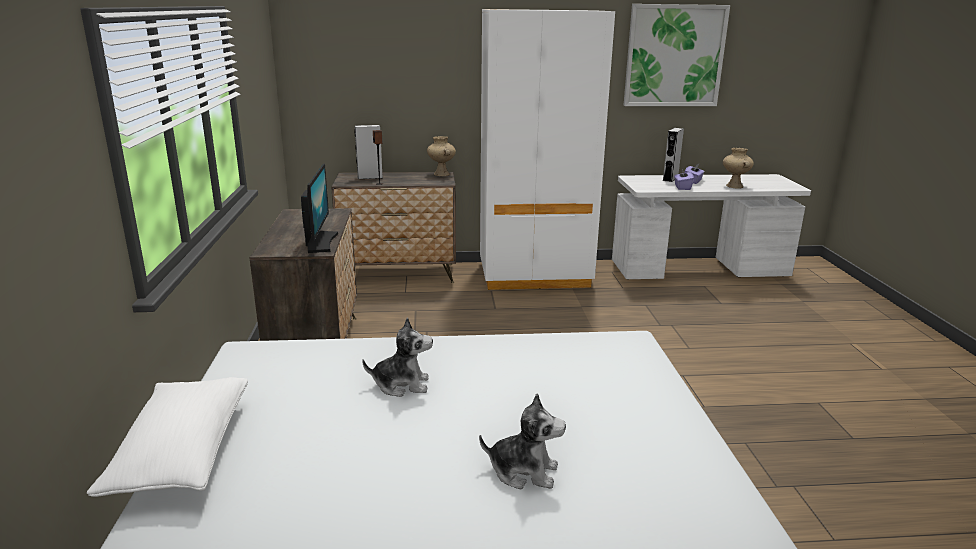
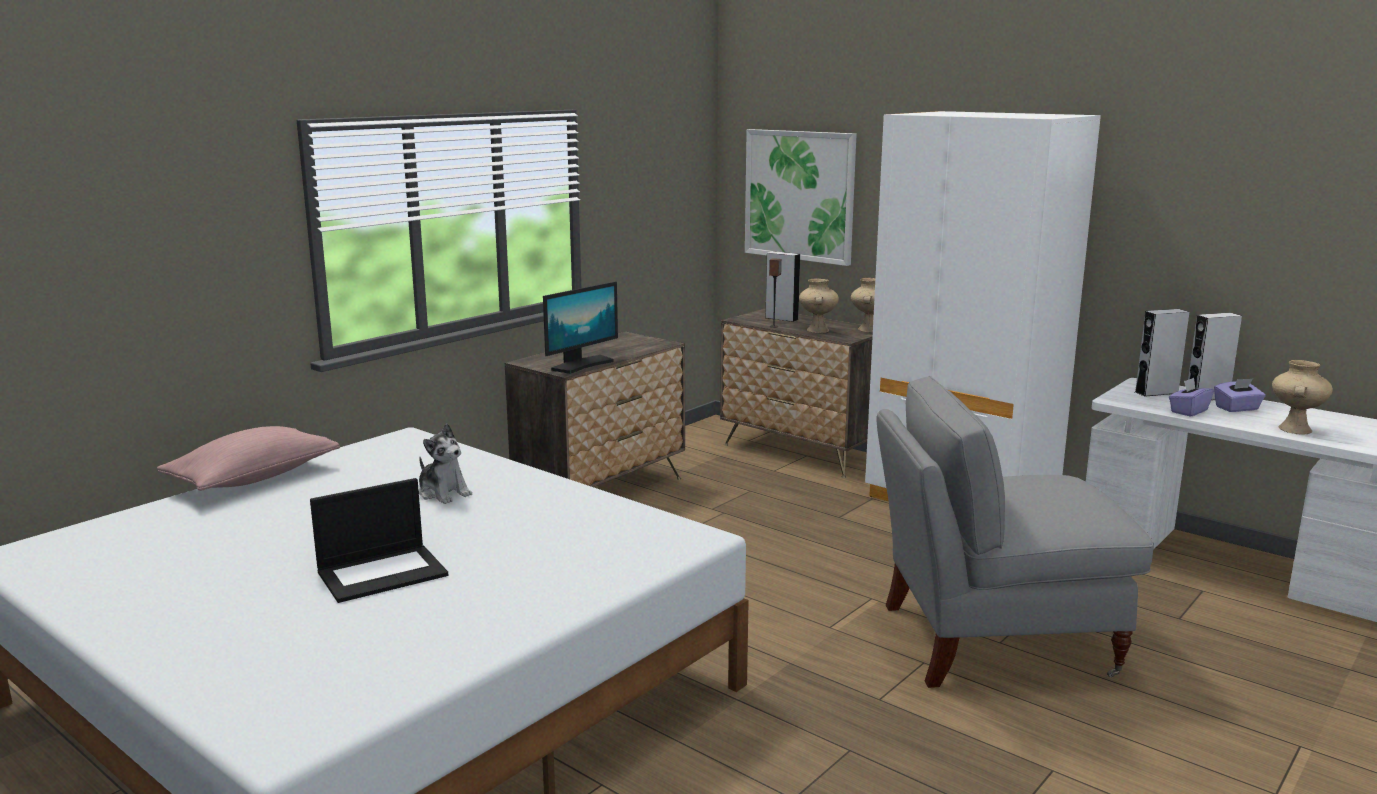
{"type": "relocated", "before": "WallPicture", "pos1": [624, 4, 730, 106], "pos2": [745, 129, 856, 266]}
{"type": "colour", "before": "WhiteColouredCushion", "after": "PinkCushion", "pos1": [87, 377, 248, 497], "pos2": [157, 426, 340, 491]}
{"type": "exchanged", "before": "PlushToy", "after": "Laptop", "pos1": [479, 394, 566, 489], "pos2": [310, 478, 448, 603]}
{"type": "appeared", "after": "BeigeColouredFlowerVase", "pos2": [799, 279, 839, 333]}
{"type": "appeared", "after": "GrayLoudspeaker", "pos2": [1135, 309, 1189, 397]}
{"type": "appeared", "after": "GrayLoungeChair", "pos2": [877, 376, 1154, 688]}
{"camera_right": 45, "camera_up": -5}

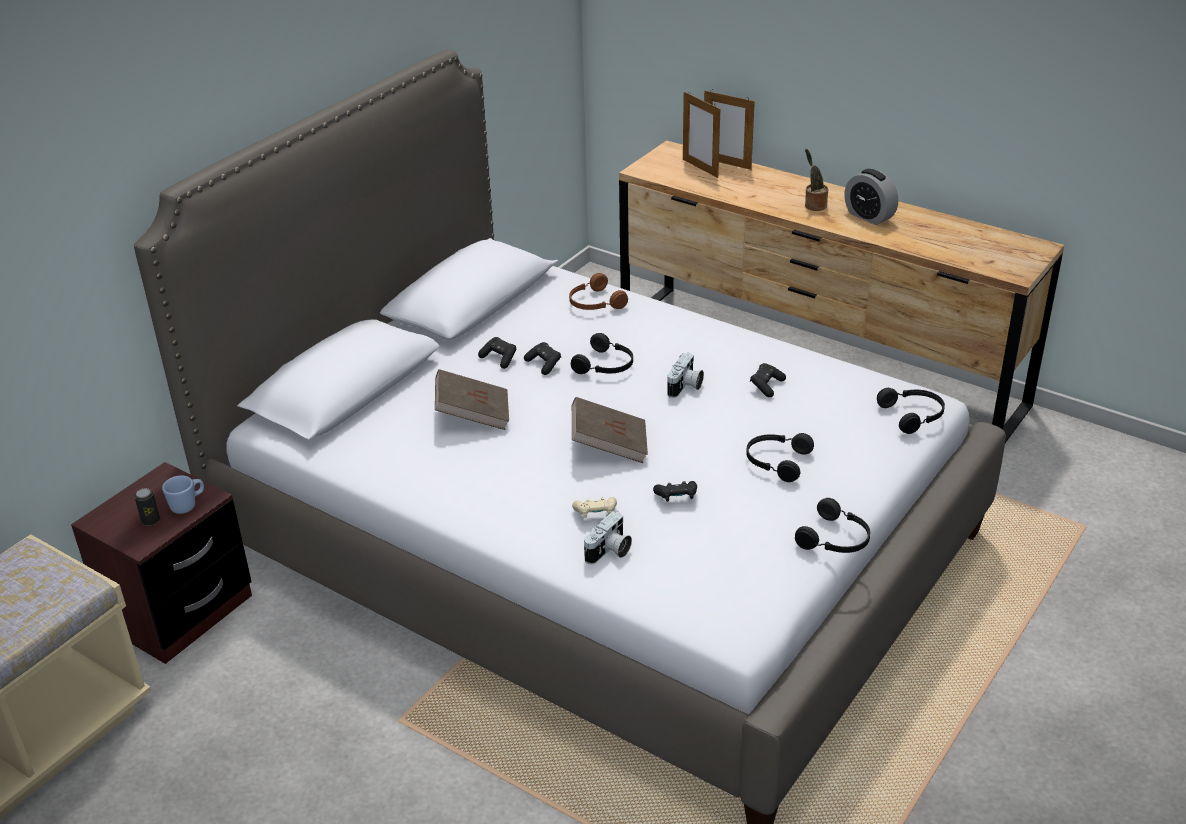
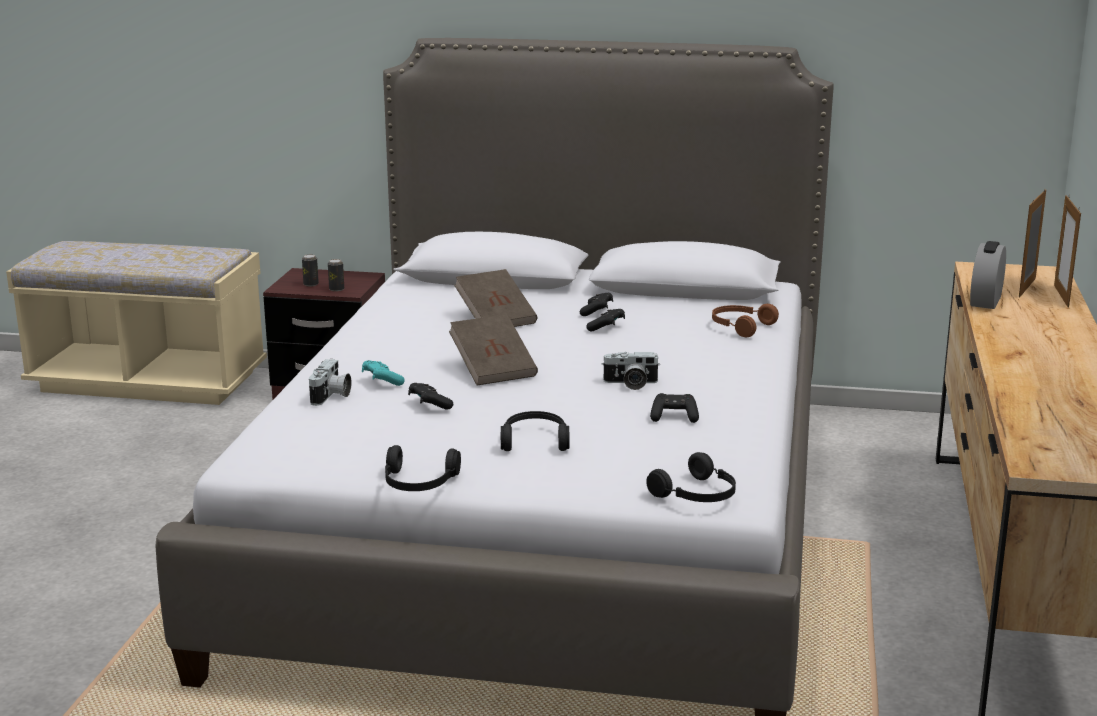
{"type": "missing", "before": "PottedPlant", "pos1": [805, 149, 828, 211]}
{"type": "relocated", "before": "BedsideClock", "pos1": [844, 169, 898, 225], "pos2": [970, 241, 1006, 309]}
{"type": "missing", "before": "BlackishHeadphones", "pos1": [571, 333, 633, 374]}
{"type": "exchanged", "before": "BluishCoffeeMug", "after": "MetalCan", "pos1": [162, 475, 204, 514], "pos2": [328, 259, 344, 292]}
{"type": "colour", "before": "BeigeColouredJoypad", "after": "TurquoiseColouredJoypad", "pos1": [572, 497, 617, 518], "pos2": [362, 360, 405, 386]}
{"type": "spun", "before": "StillCamera", "pos1": [584, 511, 632, 564], "pos2": [309, 359, 352, 406], "turn": -90}
{"camera_right": 65, "camera_up": -15}

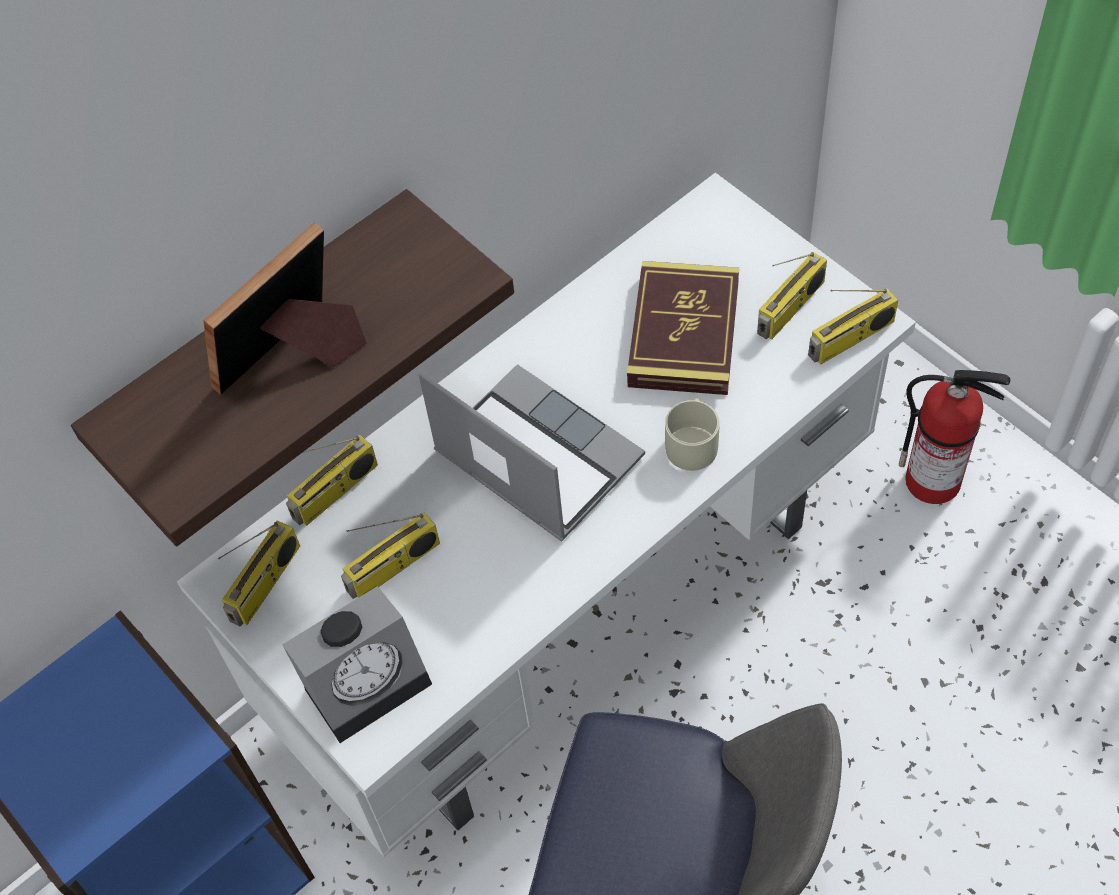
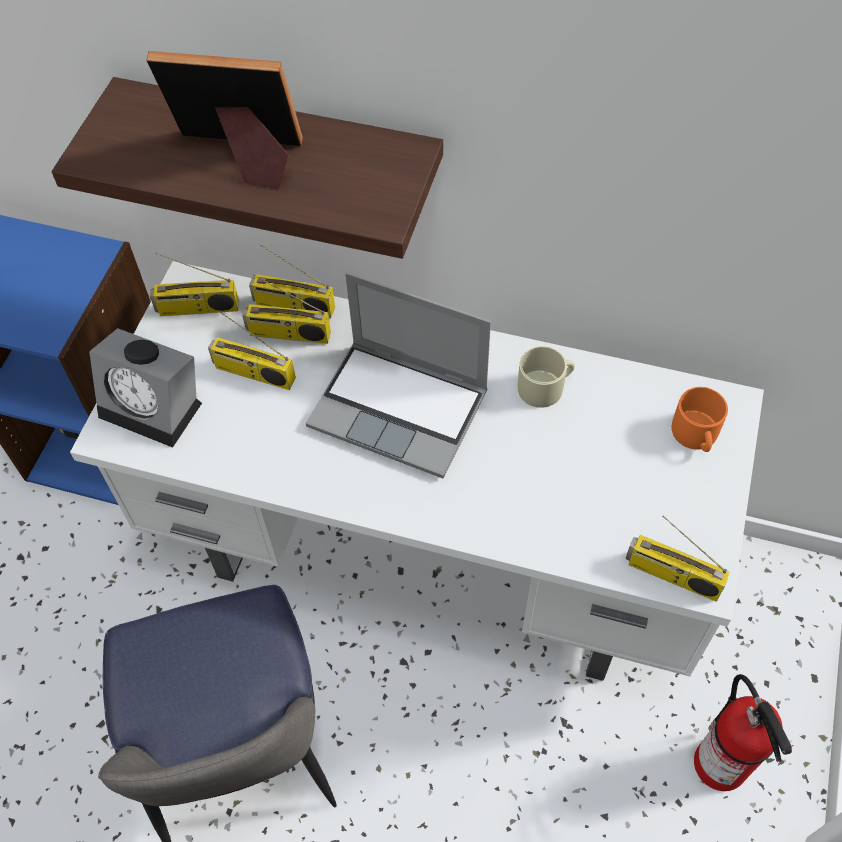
{"type": "relocated", "before": "RadioSet", "pos1": [757, 252, 827, 340], "pos2": [242, 275, 331, 344]}
{"type": "missing", "before": "BoundBook", "pos1": [627, 261, 739, 395]}
{"type": "spun", "before": "Laptop", "pos1": [419, 364, 645, 542], "pos2": [306, 272, 491, 478], "turn": 105}
{"type": "relocated", "before": "BeigeColouredCoffeeMug", "pos1": [665, 398, 720, 471], "pos2": [518, 346, 575, 408]}
{"type": "appeared", "after": "OrangeyCoffeeMug", "pos2": [671, 387, 728, 452]}
{"camera_right": 55, "camera_up": 0}

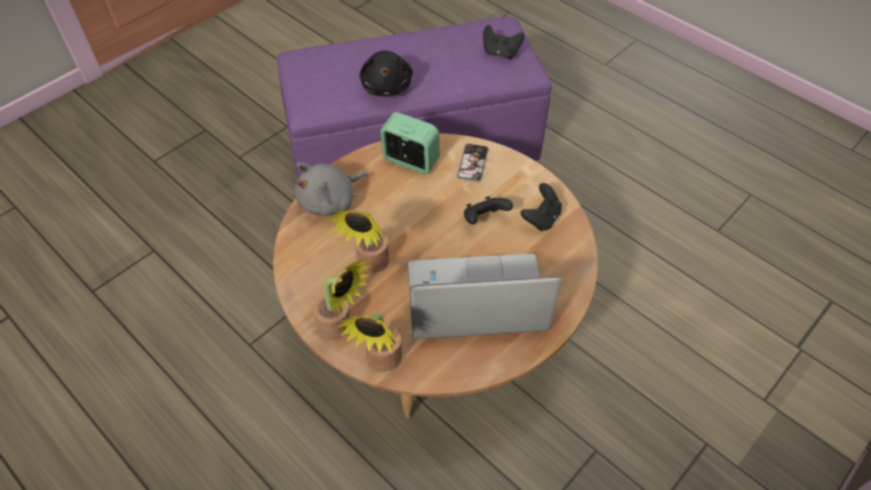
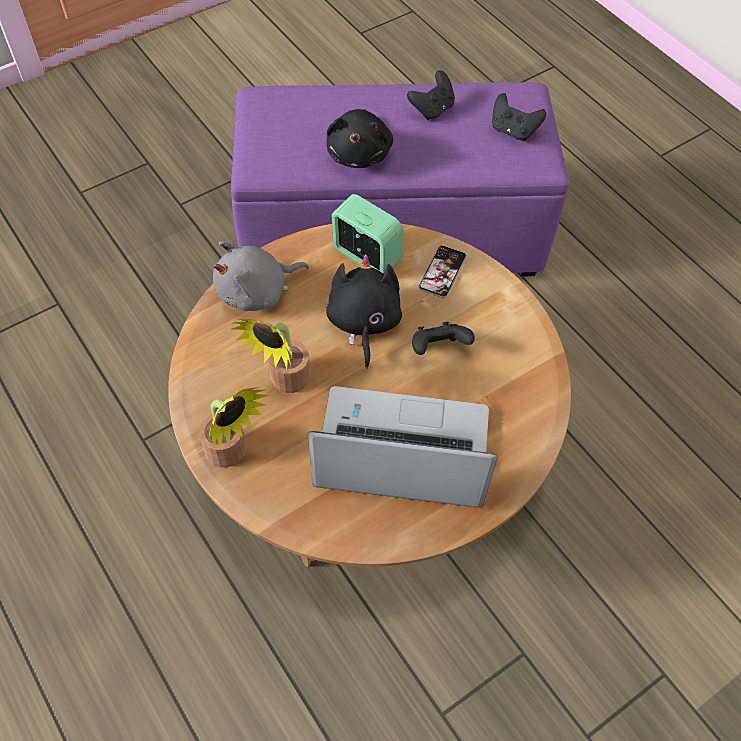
{"type": "relocated", "before": "BlackishJoypad", "pos1": [521, 183, 562, 231], "pos2": [407, 71, 455, 120]}
{"type": "missing", "before": "PottedPlant", "pos1": [336, 313, 402, 372]}
{"type": "appeared", "after": "BlackishPlushToy", "pos2": [326, 254, 402, 369]}
{"camera_right": 10, "camera_up": 5}

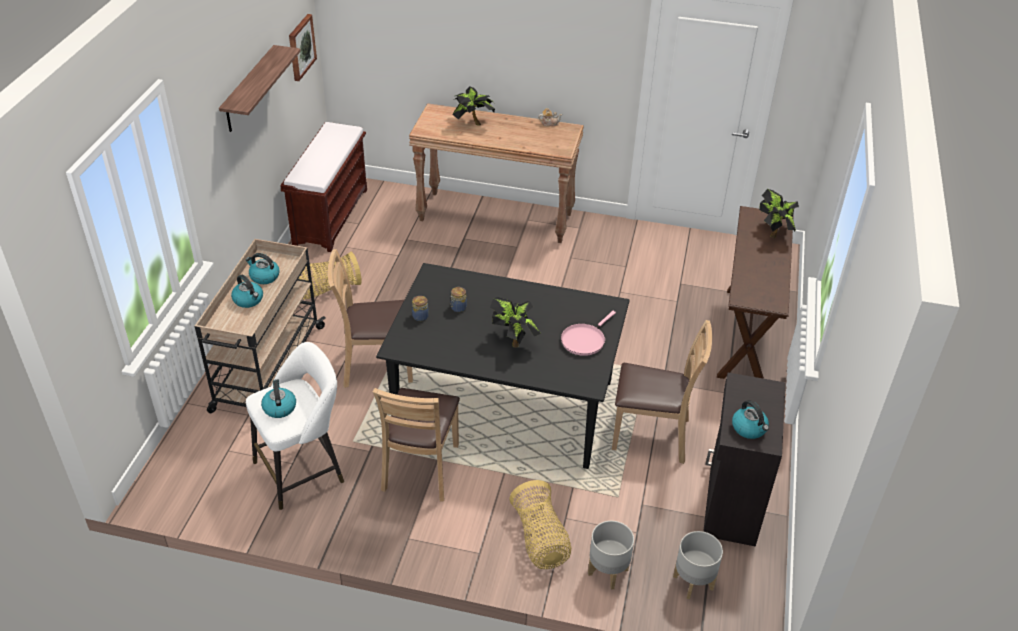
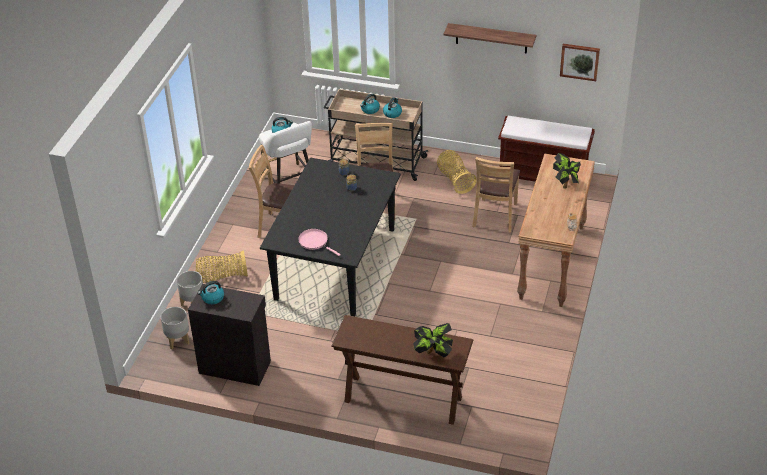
{"type": "missing", "before": "PottedPlant", "pos1": [490, 297, 541, 348]}
{"type": "relocated", "before": "BrownishChair", "pos1": [612, 320, 712, 464], "pos2": [472, 157, 520, 233]}
{"camera_right": 95, "camera_up": 0}

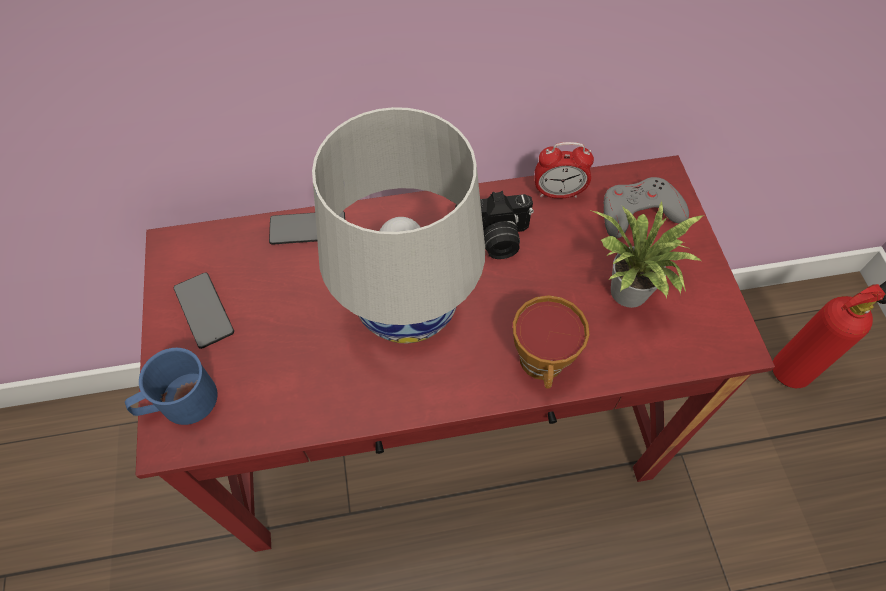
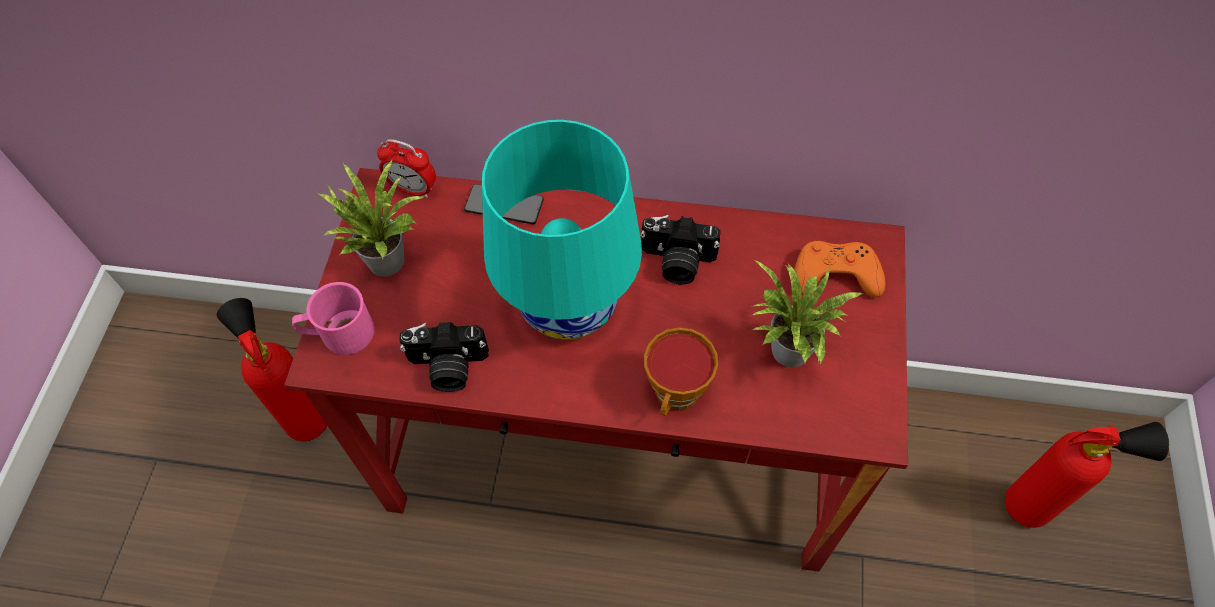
{"type": "colour", "before": "WhiteColouredTabletopLamp", "after": "TurquoiseColouredTabletopLamp", "pos1": [312, 107, 485, 343], "pos2": [482, 120, 642, 340]}
{"type": "relocated", "before": "BedsideClock", "pos1": [535, 142, 594, 199], "pos2": [377, 139, 436, 198]}
{"type": "colour", "before": "GrayJoypad", "after": "OrangeyJoypad", "pos1": [604, 177, 689, 238], "pos2": [794, 241, 885, 297]}
{"type": "exchanged", "before": "Handset", "after": "PottedPlant", "pos1": [174, 272, 234, 349], "pos2": [319, 159, 425, 277]}
{"type": "colour", "before": "BluishCoffeeMug", "after": "PinkCoffeeMug", "pos1": [125, 348, 218, 425], "pos2": [292, 282, 375, 355]}
{"type": "appeared", "after": "Extinguisher", "pos2": [217, 298, 327, 441]}
{"type": "appeared", "after": "StillCamera", "pos2": [399, 322, 489, 392]}
{"camera_right": 20, "camera_up": 0}

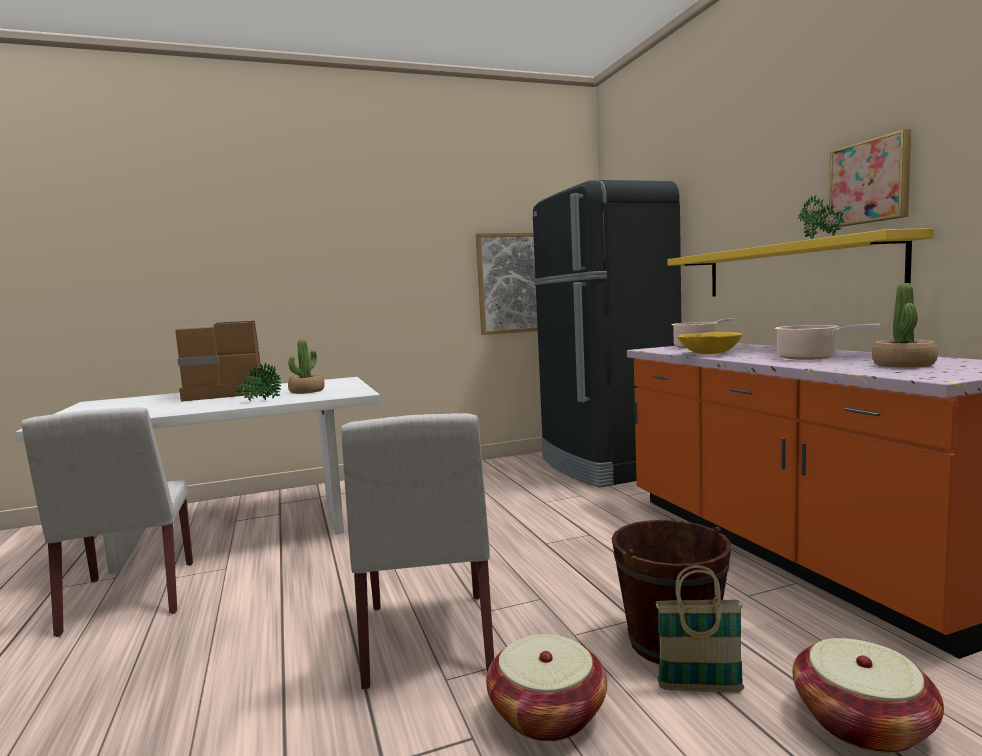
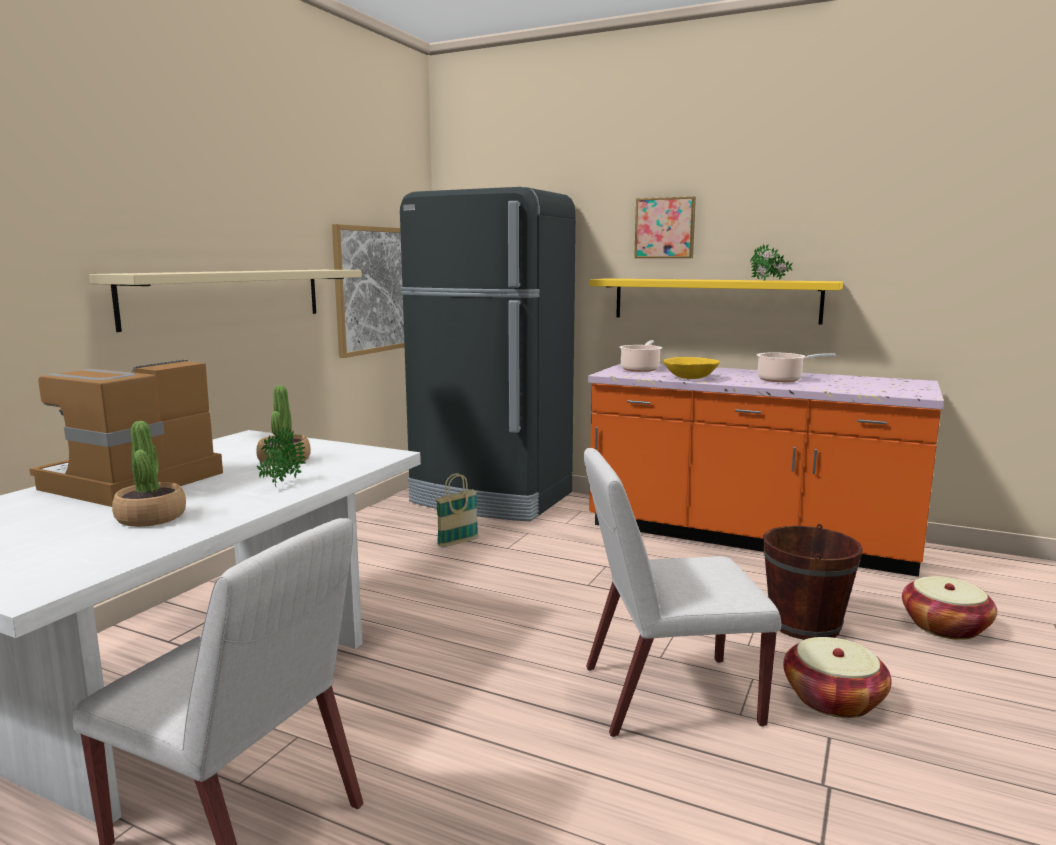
{"type": "relocated", "before": "WallPicture", "pos1": [829, 129, 911, 228], "pos2": [634, 196, 696, 258]}
{"type": "relocated", "before": "PottedPlant", "pos1": [872, 283, 938, 368], "pos2": [112, 421, 186, 527]}
{"type": "spun", "before": "WhiteColouredChair", "pos1": [341, 413, 494, 690], "pos2": [584, 448, 781, 737], "turn": 135}
{"type": "relocated", "before": "Basket", "pos1": [655, 565, 744, 692], "pos2": [436, 473, 479, 547]}
{"type": "appeared", "after": "BeigeColouredBracketShelf", "pos2": [89, 270, 362, 332]}
{"camera_right": -45, "camera_up": 5}

